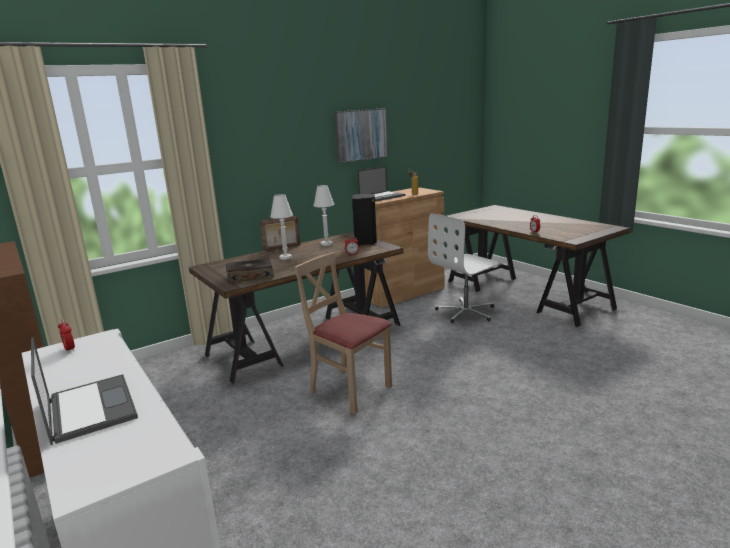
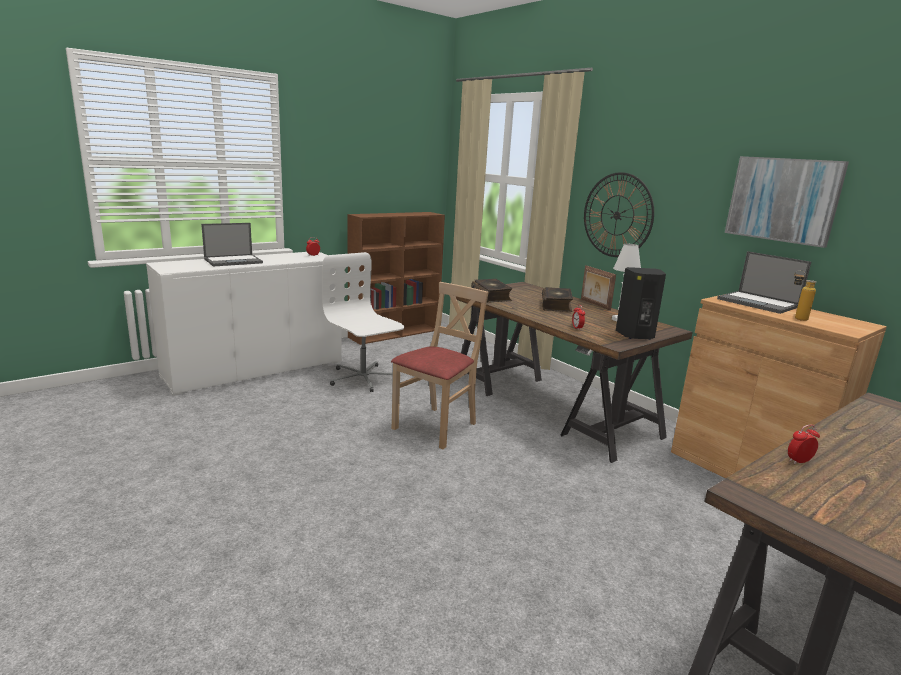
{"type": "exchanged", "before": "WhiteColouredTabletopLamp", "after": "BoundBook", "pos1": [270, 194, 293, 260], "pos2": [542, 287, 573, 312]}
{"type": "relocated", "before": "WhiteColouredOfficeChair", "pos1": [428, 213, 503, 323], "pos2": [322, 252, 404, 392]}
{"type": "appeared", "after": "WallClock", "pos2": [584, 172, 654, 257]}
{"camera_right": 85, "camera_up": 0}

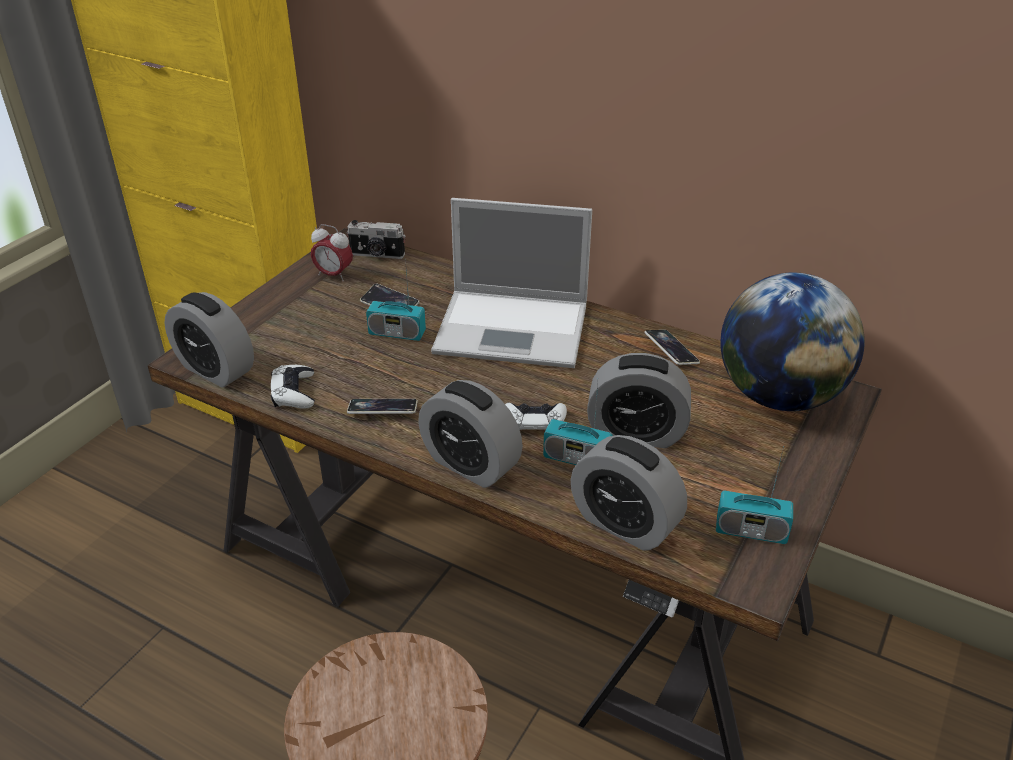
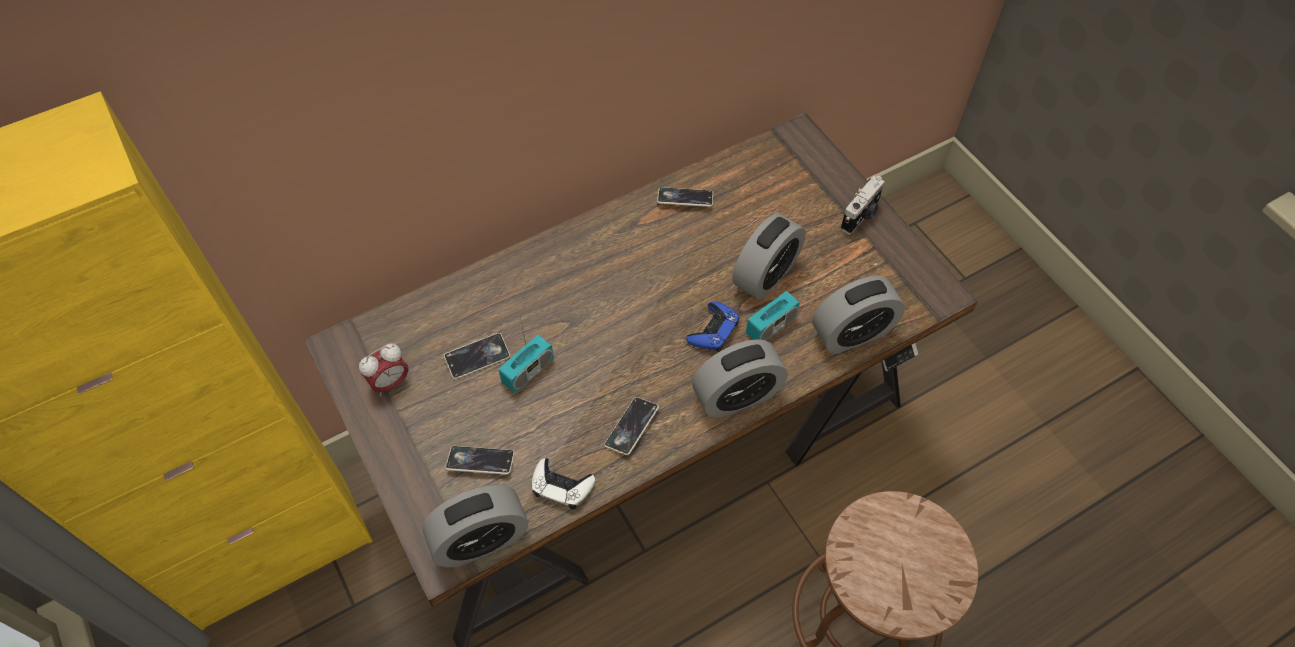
{"type": "missing", "before": "Laptop", "pos1": [431, 198, 592, 368]}
{"type": "relocated", "before": "StillCamera", "pos1": [347, 220, 405, 259], "pos2": [841, 176, 885, 235]}
{"type": "missing", "before": "DeskGlobe", "pos1": [720, 273, 865, 411]}
{"type": "colour", "before": "WhiteColouredJoypad", "after": "BluishJoypad", "pos1": [505, 403, 567, 430], "pos2": [686, 301, 740, 352]}
{"type": "missing", "before": "RadioSet", "pos1": [716, 446, 793, 544]}
{"type": "appeared", "after": "Handset", "pos2": [445, 446, 515, 475]}
{"camera_right": -60, "camera_up": 20}

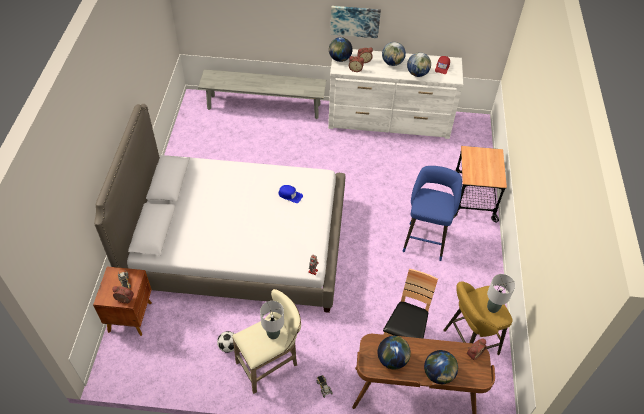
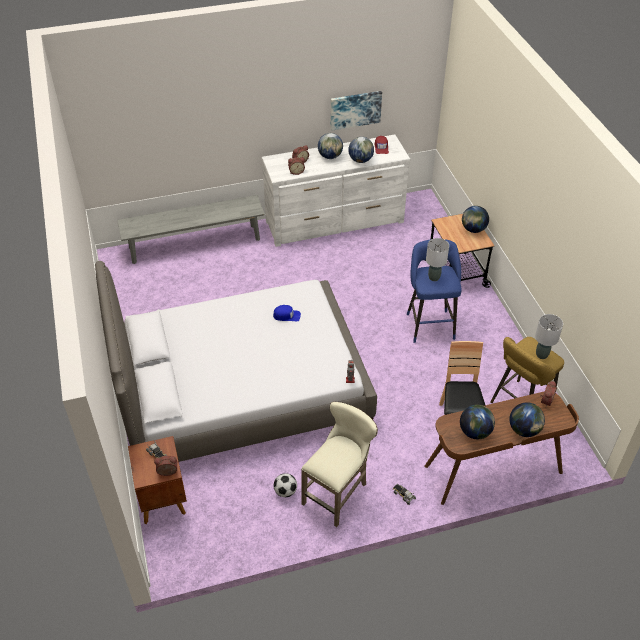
{"type": "relocated", "before": "WallPicture", "pos1": [330, 6, 381, 38], "pos2": [331, 91, 382, 131]}
{"type": "relocated", "before": "DeskGlobe", "pos1": [329, 37, 353, 62], "pos2": [462, 206, 489, 233]}
{"type": "relocated", "before": "GrayTabletopLamp", "pos1": [260, 301, 284, 339], "pos2": [426, 238, 449, 281]}
{"camera_right": -20, "camera_up": -5}

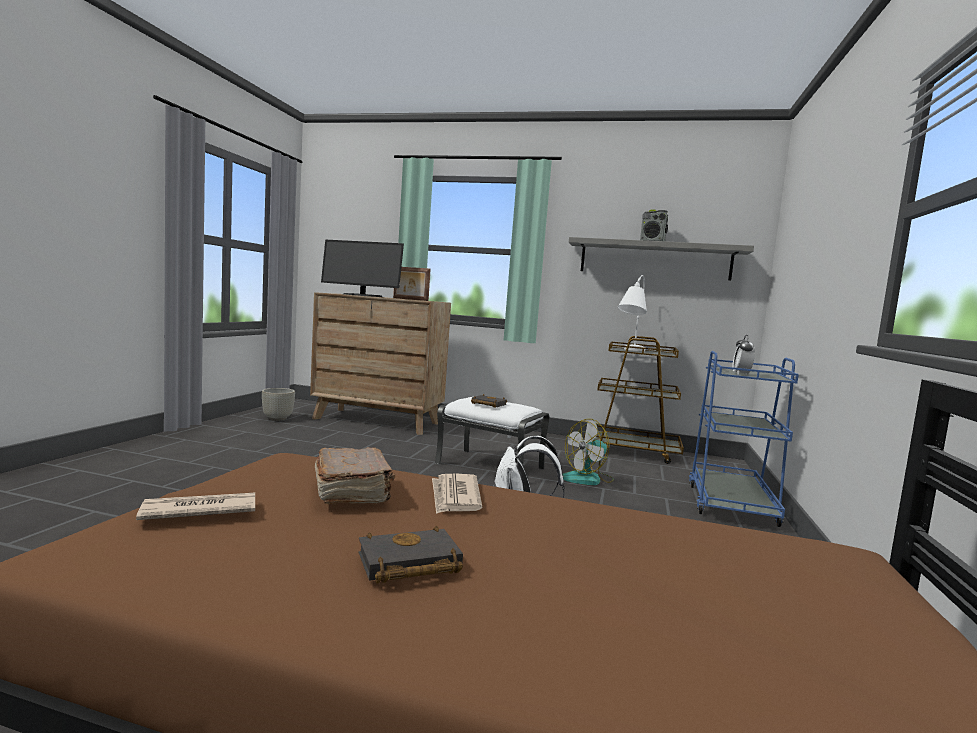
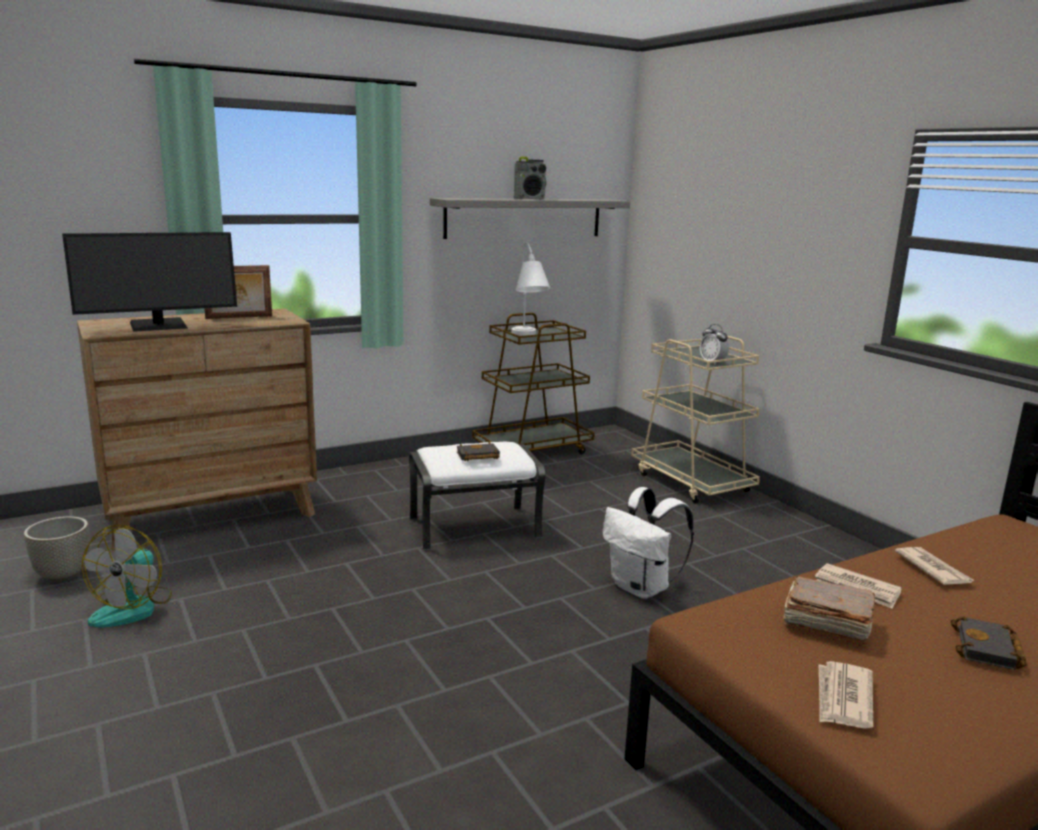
{"type": "colour", "before": "BluishWheeledCart", "after": "BeigeColouredWheeledCart", "pos1": [689, 351, 799, 527], "pos2": [631, 336, 760, 504]}
{"type": "relocated", "before": "Fan", "pos1": [563, 419, 614, 485], "pos2": [82, 525, 172, 628]}
{"type": "appeared", "after": "PrintedPaper", "pos2": [895, 547, 974, 585]}
{"camera_right": -45, "camera_up": 10}

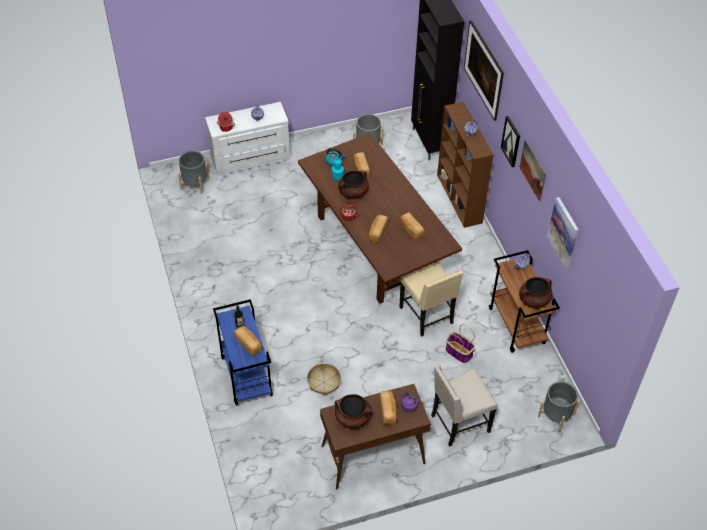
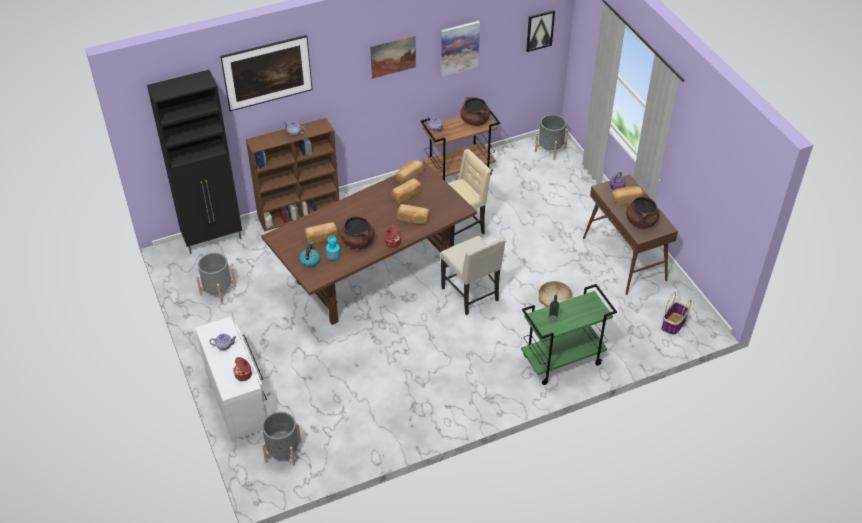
{"type": "relocated", "before": "WallPicture", "pos1": [501, 116, 520, 167], "pos2": [526, 10, 555, 52]}
{"type": "colour", "before": "BluishWheeledCart", "after": "GreenishWheeledCart", "pos1": [213, 299, 273, 406], "pos2": [521, 284, 617, 385]}
{"type": "relocated", "before": "Basket", "pos1": [446, 324, 475, 363], "pos2": [661, 292, 691, 335]}
{"type": "relocated", "before": "Bread", "pos1": [234, 326, 262, 356], "pos2": [396, 160, 424, 184]}
{"type": "relocated", "before": "BeigeColouredChair", "pos1": [431, 364, 498, 447], "pos2": [440, 236, 506, 315]}
{"camera_right": -95, "camera_up": -5}

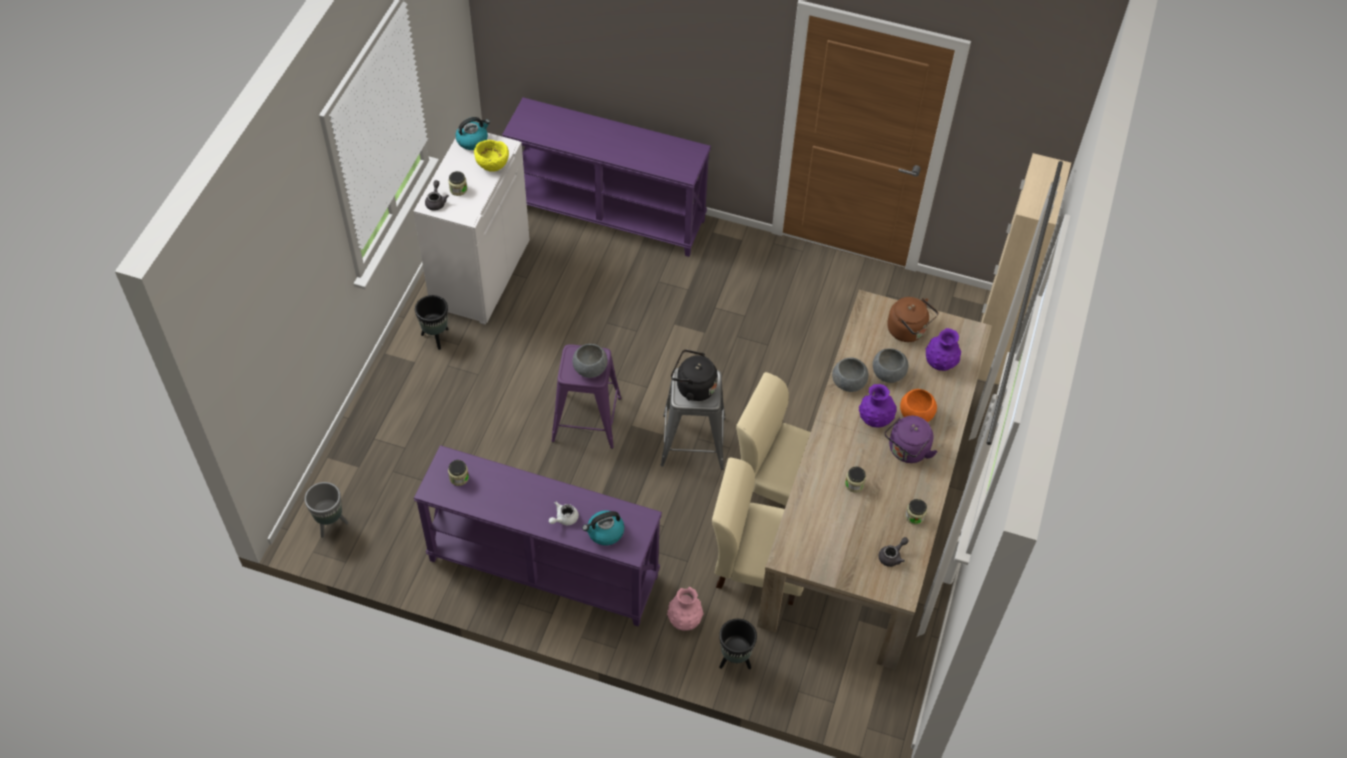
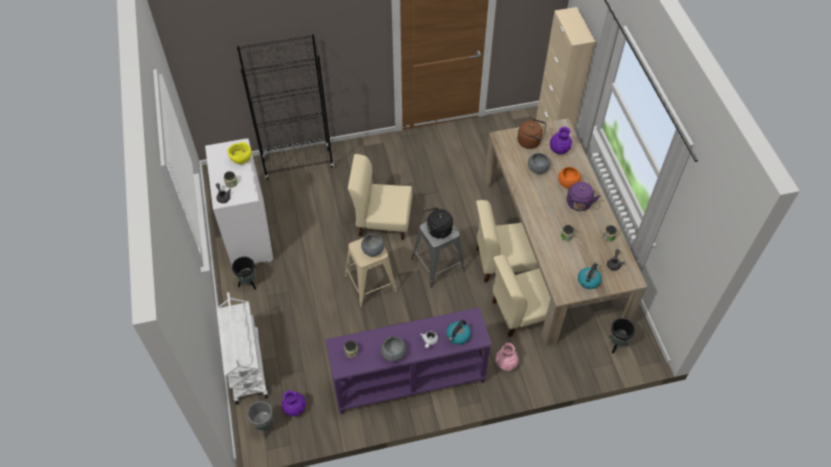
{"type": "exchanged", "before": "PurpleColouredConsoleTable", "after": "BlackishShelvingUnit", "pos1": [502, 97, 711, 257], "pos2": [237, 34, 334, 180]}
{"type": "relocated", "before": "TeaKettle", "pos1": [455, 117, 490, 150], "pos2": [578, 262, 602, 289]}
{"type": "colour", "before": "PurpleColouredStoolSeat", "after": "BeigeColouredStoolSeat", "pos1": [551, 344, 622, 449], "pos2": [345, 238, 398, 307]}
{"type": "relocated", "before": "GrayDeepDish", "pos1": [832, 358, 869, 392], "pos2": [381, 336, 407, 362]}
{"type": "relocated", "before": "PurpleColouredFlowerVase", "pos1": [859, 384, 897, 427], "pos2": [281, 390, 306, 416]}
{"type": "relocated", "before": "BlackishPlantPot", "pos1": [719, 619, 757, 669], "pos2": [609, 318, 635, 354]}
{"type": "appeared", "after": "BeigeColouredChair", "pos2": [348, 154, 412, 240]}
{"type": "appeared", "after": "WhiteColouredWheeledCart", "pos2": [216, 292, 268, 404]}
{"camera_right": -30, "camera_up": 0}

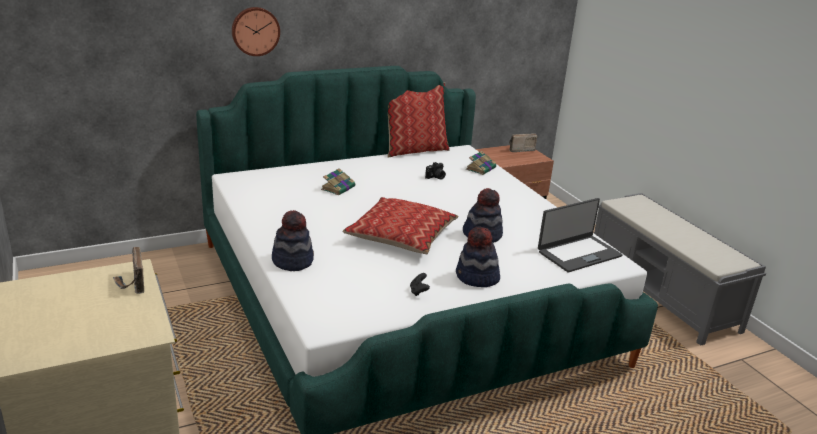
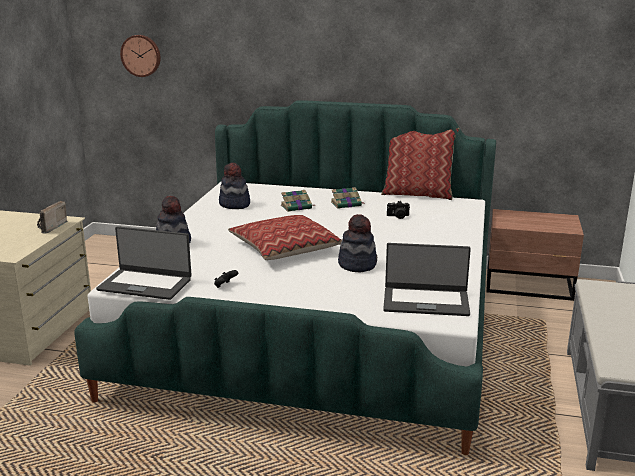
{"type": "relocated", "before": "WallClock", "pos1": [232, 7, 280, 56], "pos2": [120, 35, 161, 77]}
{"type": "missing", "before": "RadioSet", "pos1": [509, 134, 537, 152]}
{"type": "relocated", "before": "BoundBook", "pos1": [466, 151, 496, 175], "pos2": [331, 187, 365, 209]}
{"type": "relocated", "before": "ClothingHat", "pos1": [456, 226, 500, 287], "pos2": [219, 162, 250, 209]}
{"type": "appeared", "after": "Laptop", "pos2": [96, 226, 192, 300]}
{"camera_right": 40, "camera_up": -5}

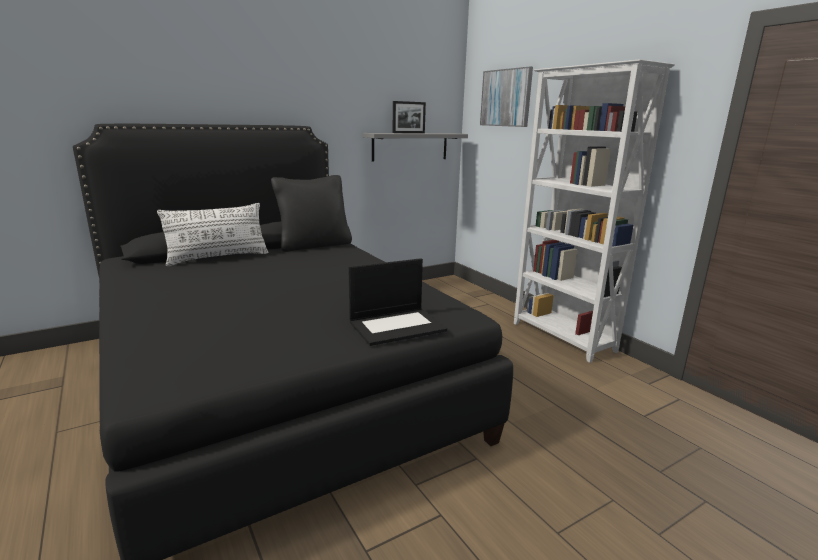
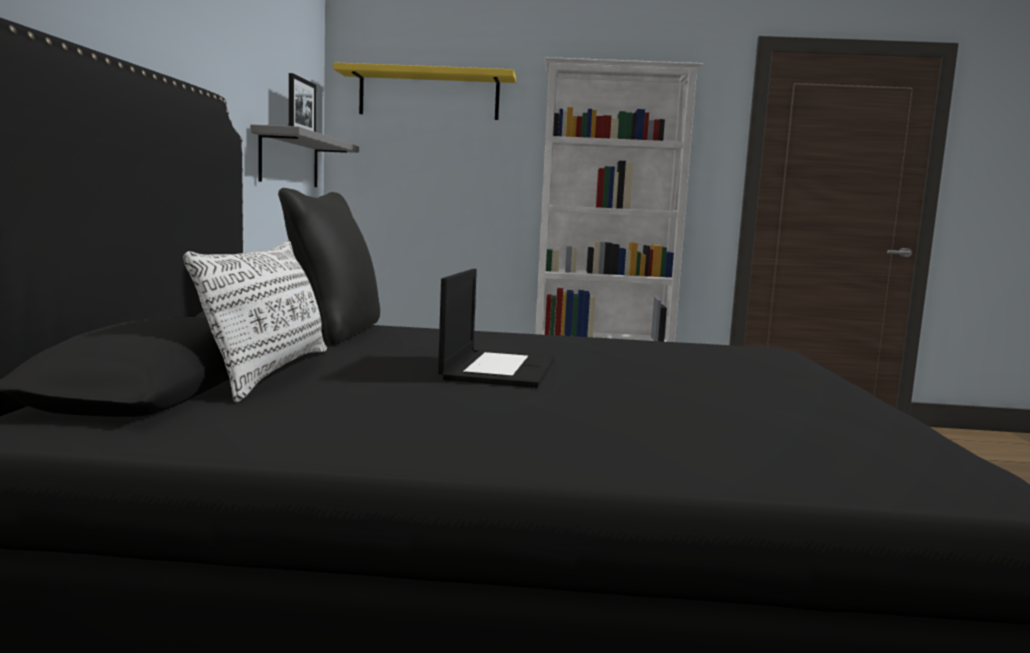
{"type": "exchanged", "before": "WallPicture", "after": "YellowBracketShelf", "pos1": [480, 66, 533, 127], "pos2": [333, 62, 516, 120]}
{"type": "relocated", "before": "Laptop", "pos1": [348, 258, 447, 346], "pos2": [438, 269, 555, 388]}
{"camera_right": -55, "camera_up": -10}

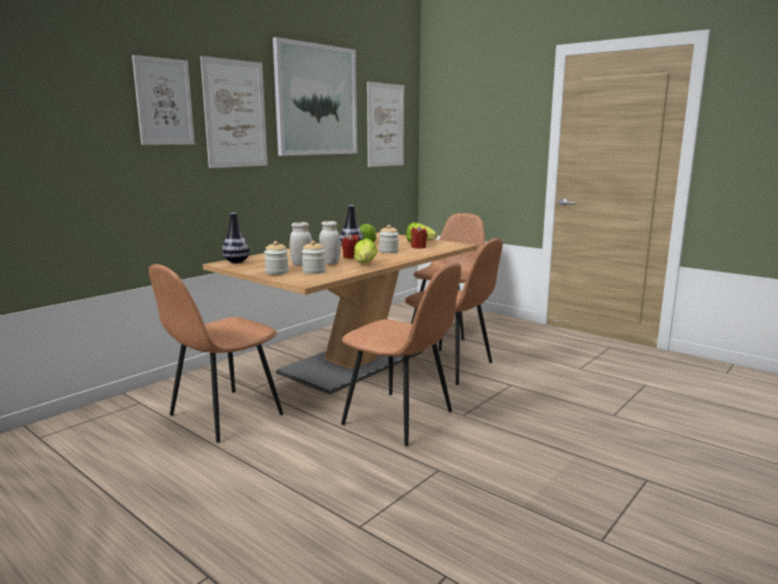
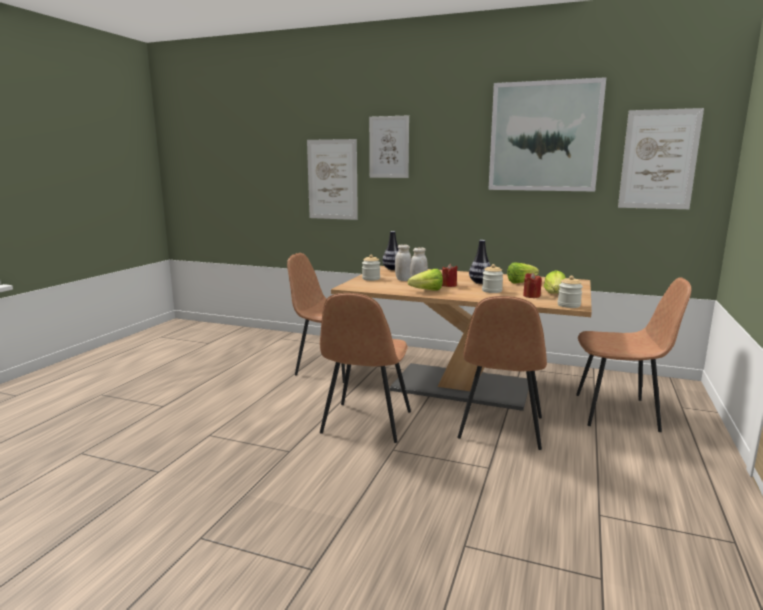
{"type": "relocated", "before": "WallPicture", "pos1": [200, 56, 267, 168], "pos2": [307, 139, 358, 220]}
{"type": "relocated", "before": "StorageJar", "pos1": [302, 241, 326, 274], "pos2": [558, 276, 583, 308]}
{"camera_right": 70, "camera_up": 0}

